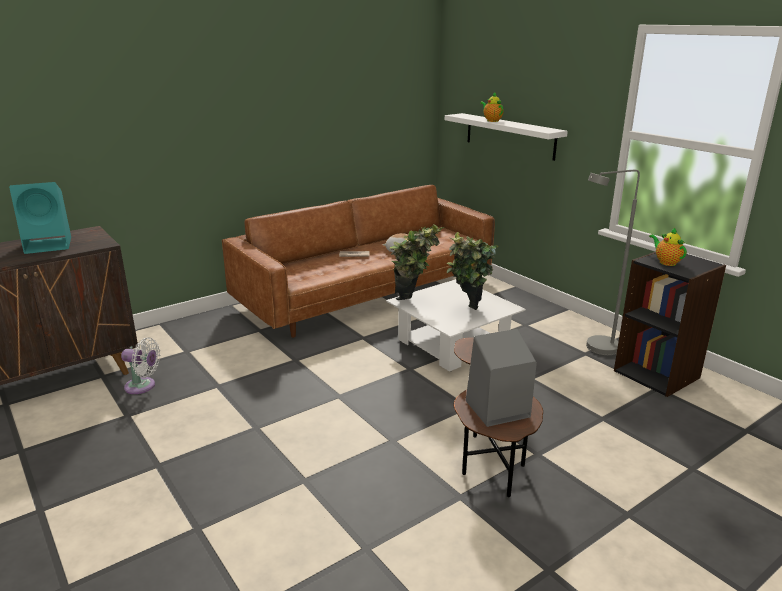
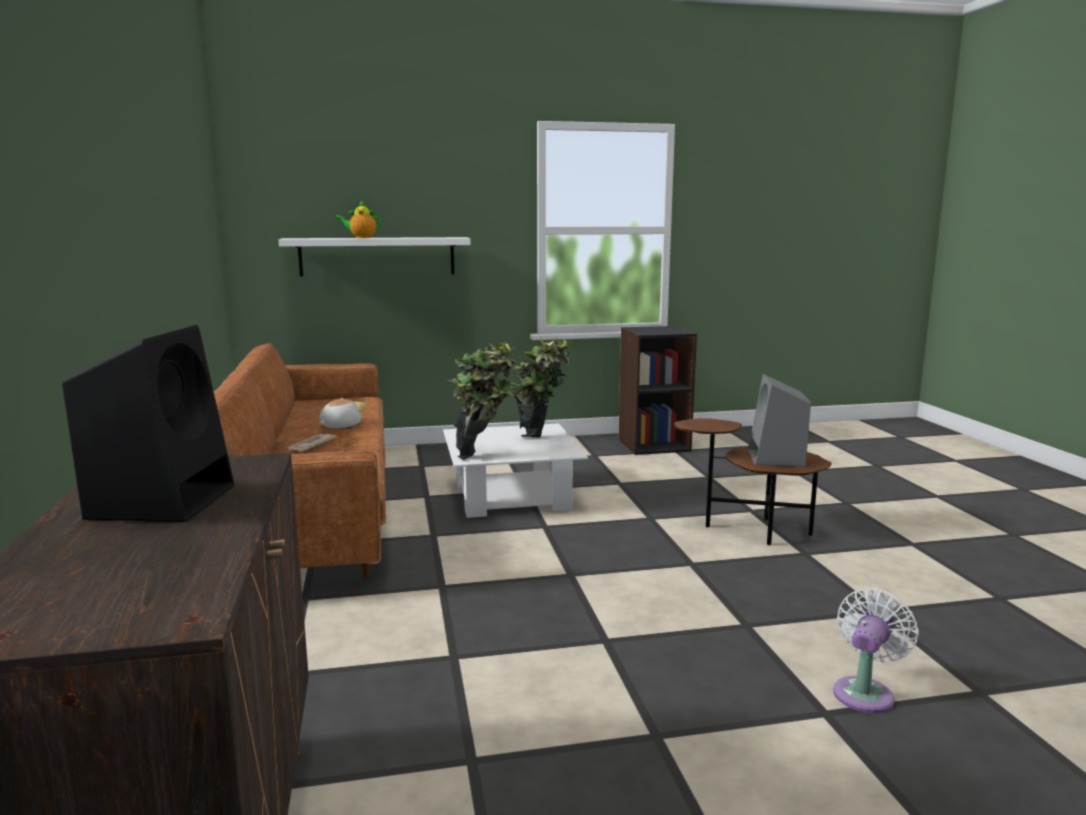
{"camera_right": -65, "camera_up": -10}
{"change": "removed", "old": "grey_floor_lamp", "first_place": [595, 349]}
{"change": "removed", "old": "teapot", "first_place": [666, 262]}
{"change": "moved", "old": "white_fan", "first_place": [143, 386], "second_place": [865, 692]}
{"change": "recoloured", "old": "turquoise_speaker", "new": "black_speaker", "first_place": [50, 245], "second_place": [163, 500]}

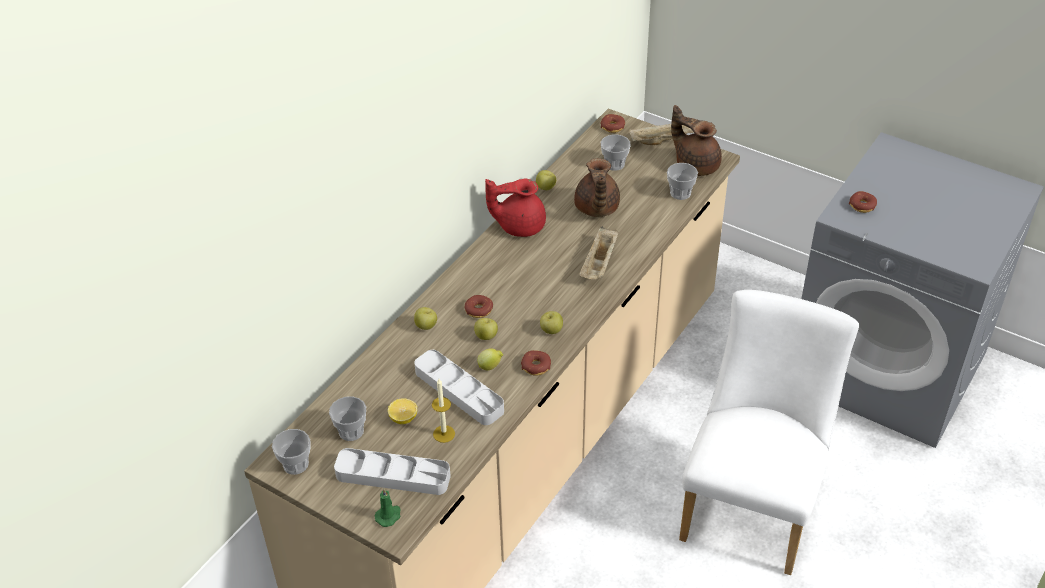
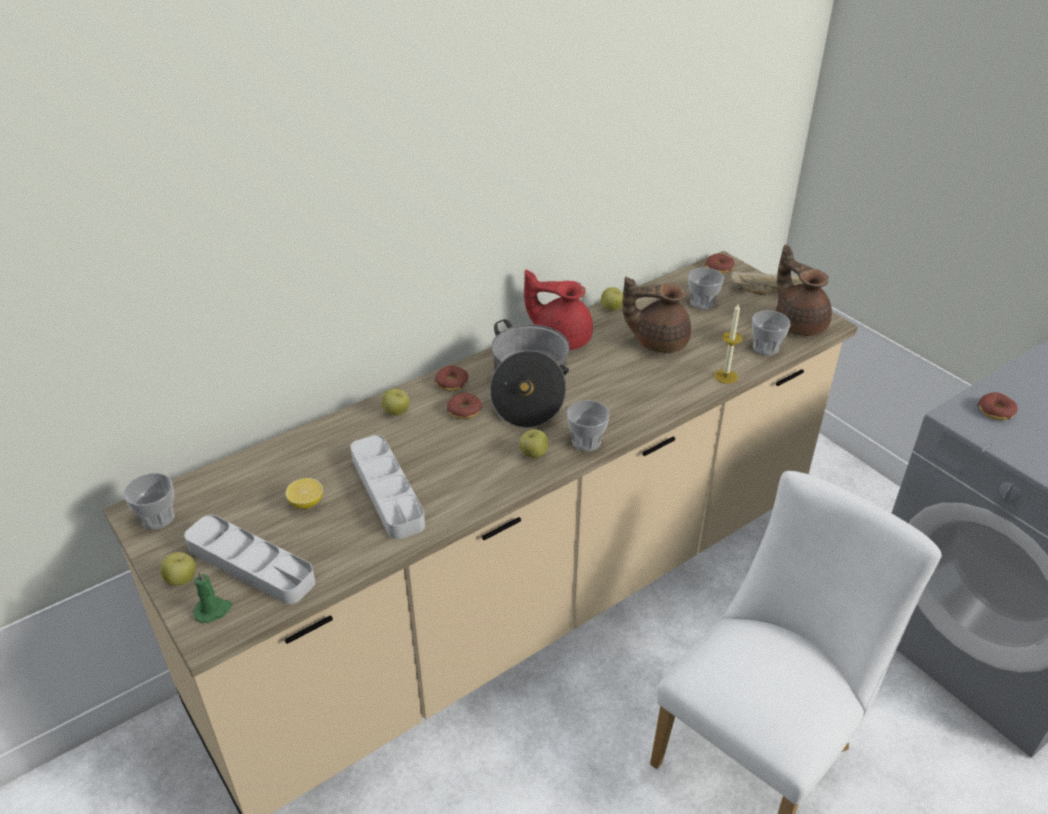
{"camera_right": 20, "camera_up": -5}
{"change": "removed", "old": "lemon", "first_place": [490, 366]}
{"change": "removed", "old": "beige_tray", "first_place": [599, 264]}
{"change": "added", "new": "cooking_pot", "second_place": [528, 390]}
{"change": "moved", "old": "cup", "first_place": [351, 431], "second_place": [586, 442]}
{"change": "moved", "old": "candle", "first_place": [444, 434], "second_place": [725, 376]}
{"change": "moved", "old": "apple", "first_place": [486, 336], "second_place": [182, 579]}
{"change": "moved", "old": "donut", "first_place": [536, 366], "second_place": [452, 383]}
{"change": "turned", "old": "brown_teapot", "first_place": [596, 209], "second_place": [657, 341], "degrees": 75}

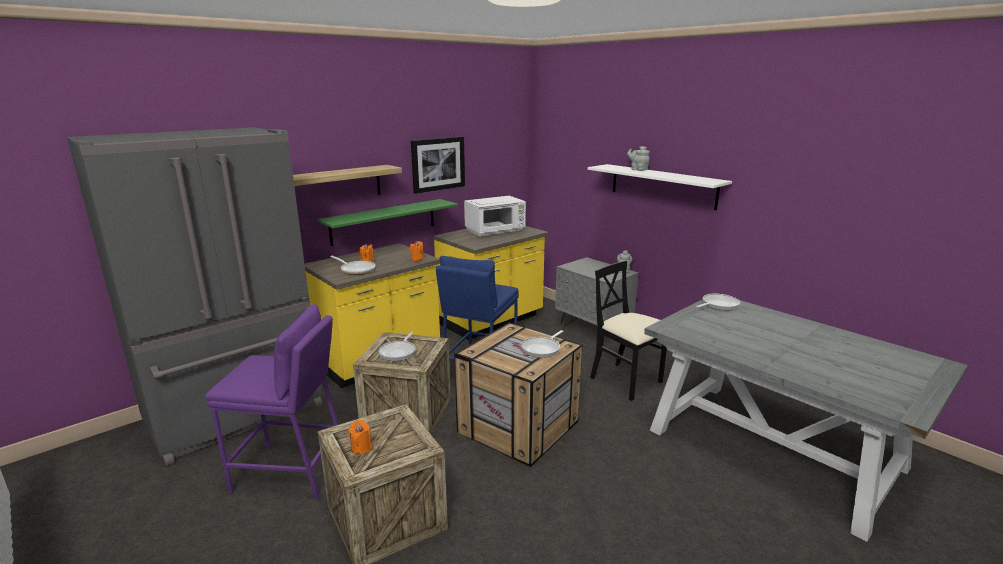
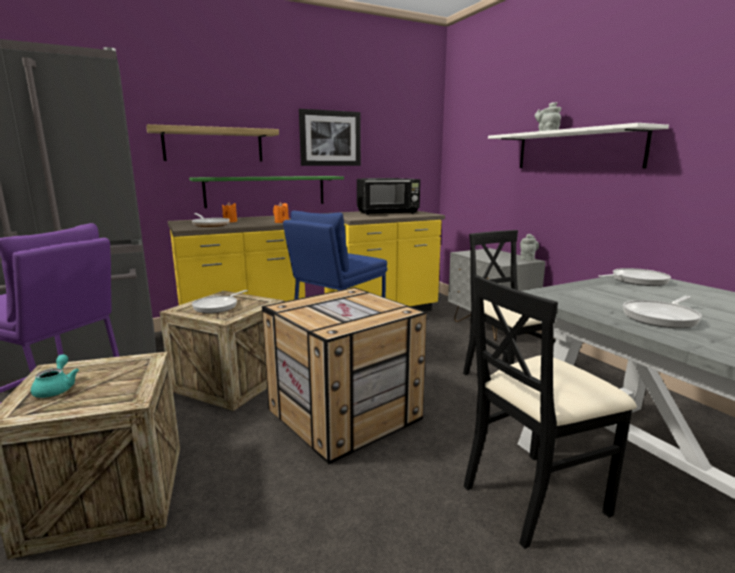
{"camera_right": 15, "camera_up": -5}
{"change": "added", "new": "black_chair", "second_place": [534, 496]}
{"change": "moved", "old": "frying_pan", "first_place": [542, 349], "second_place": [662, 317]}
{"change": "replaced", "old": "orange_candle", "new": "turquoise_teapot", "first_place": [361, 448], "second_place": [57, 388]}
{"change": "recoloured", "old": "white_microwave", "new": "black_microwave", "first_place": [495, 231], "second_place": [388, 213]}

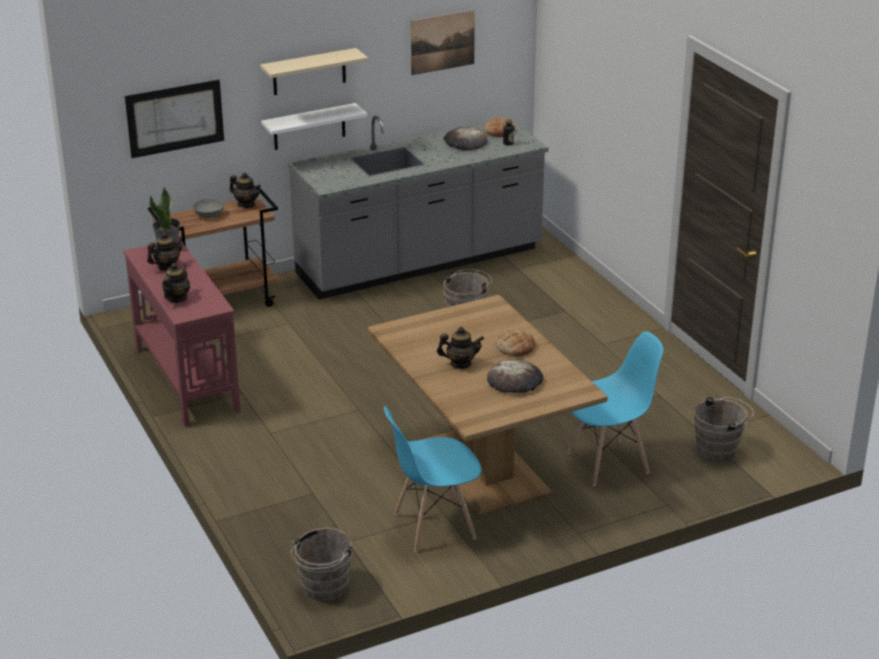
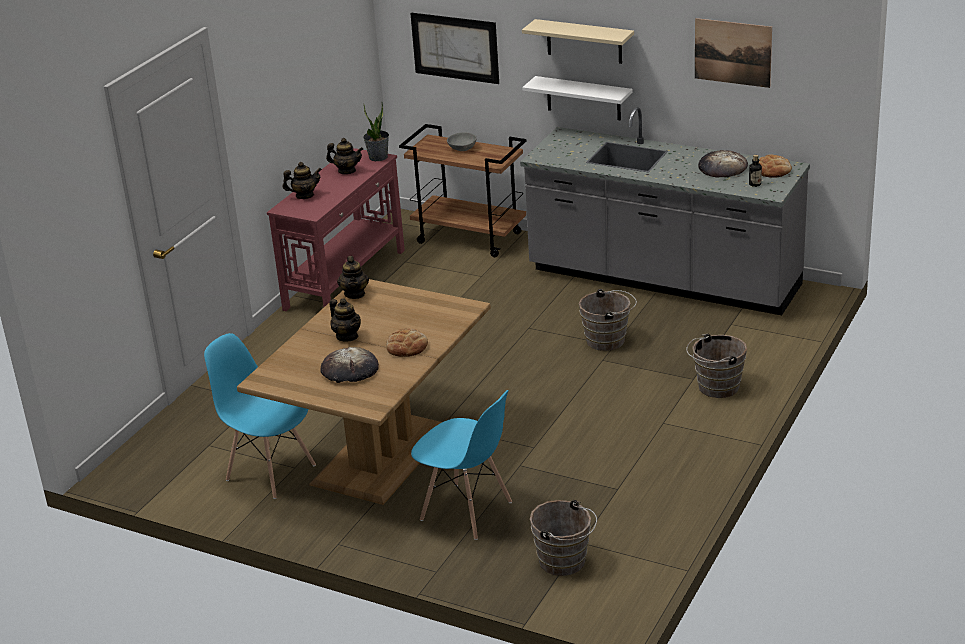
{"camera_right": 55, "camera_up": 0}
{"change": "moved", "old": "teapot", "first_place": [246, 204], "second_place": [355, 294]}
{"change": "moved", "old": "brown_bucket", "first_place": [323, 589], "second_place": [715, 387]}

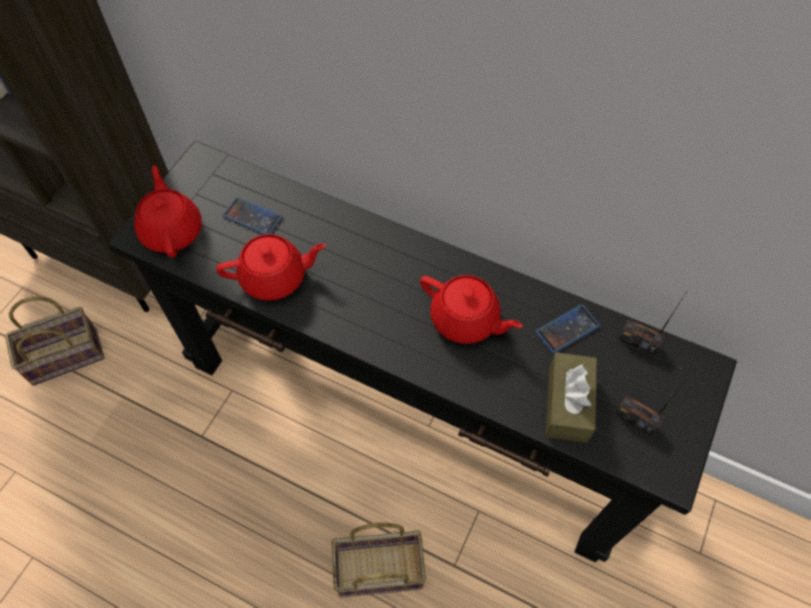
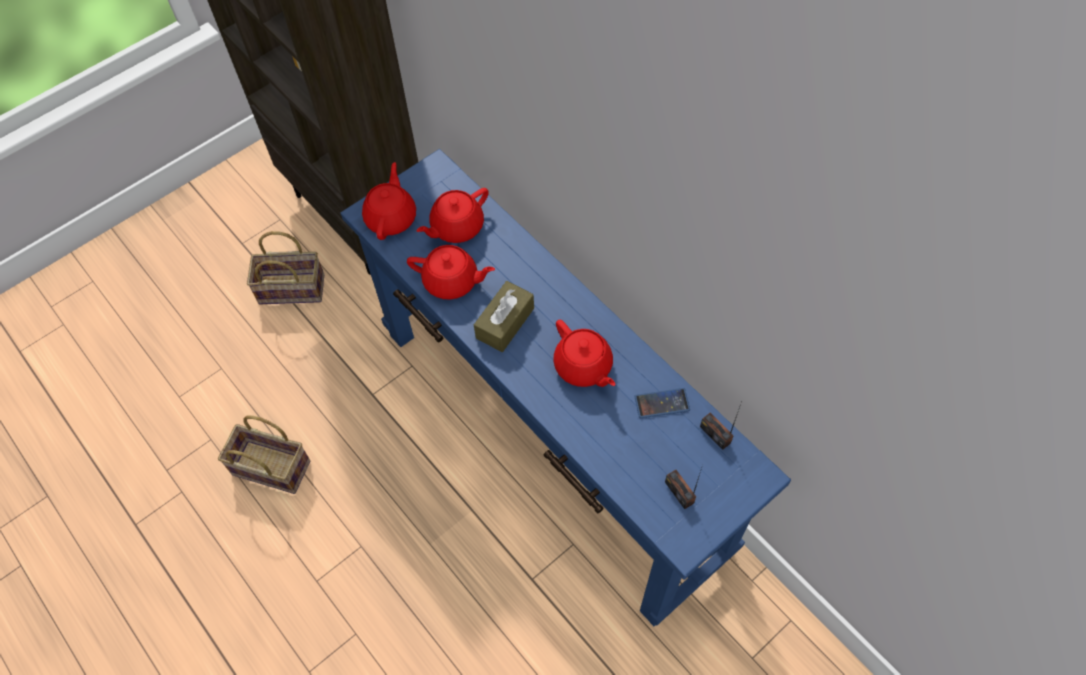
{"camera_right": 25, "camera_up": 0}
{"change": "moved", "old": "basket", "first_place": [377, 572], "second_place": [269, 469]}
{"change": "moved", "old": "brown_tissue_box", "first_place": [568, 403], "second_place": [505, 323]}
{"change": "replaced", "old": "phone", "new": "red_teapot", "first_place": [252, 217], "second_place": [456, 227]}
{"change": "recoloured", "old": "black_console_table", "new": "blue_console_table", "first_place": [407, 410], "second_place": [550, 437]}

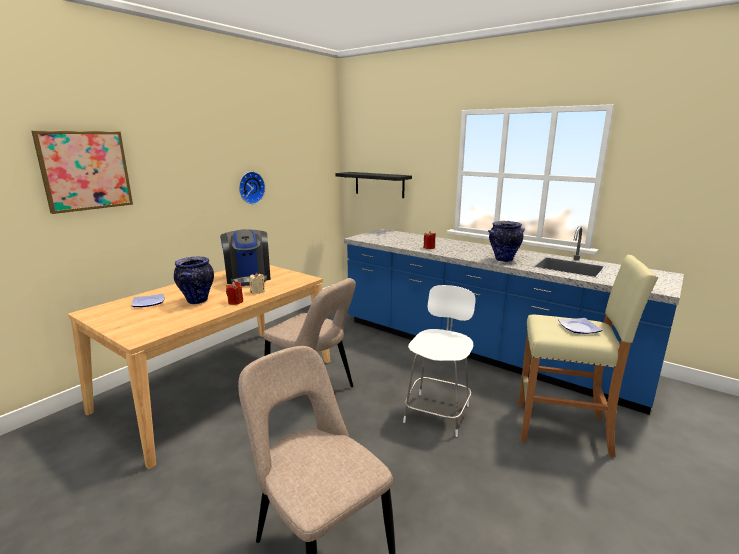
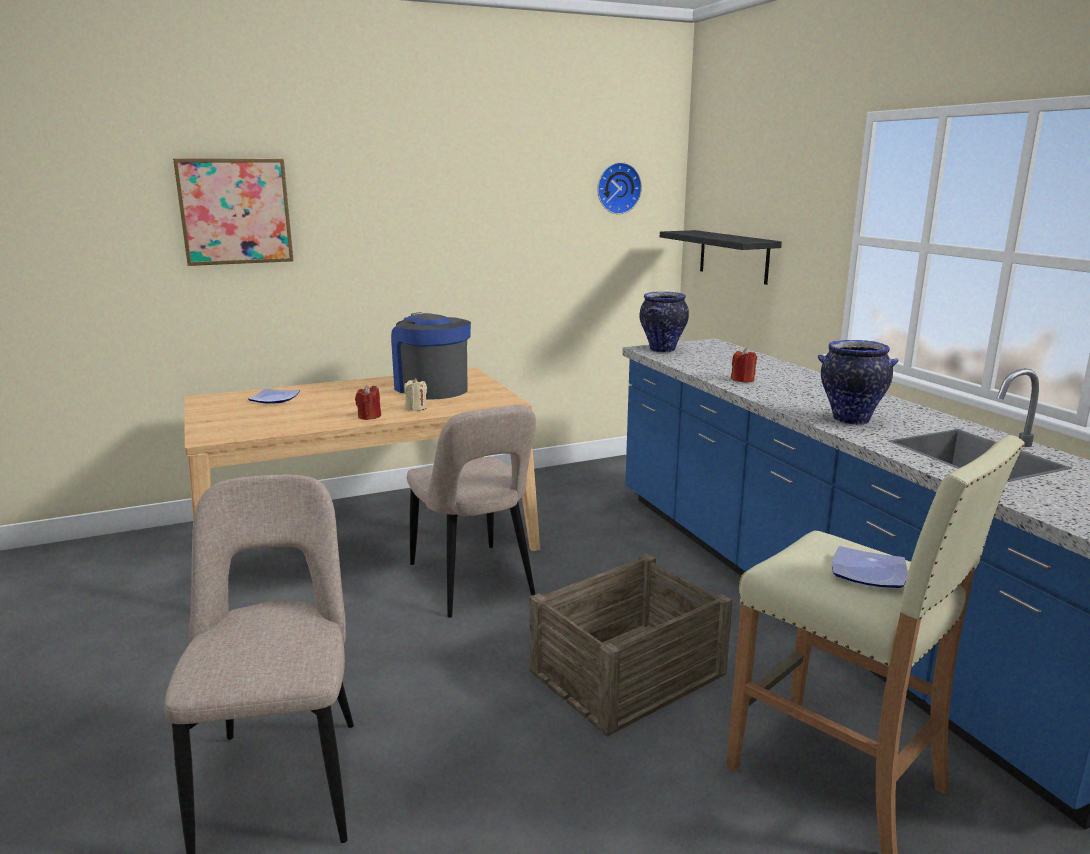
{"camera_right": 30, "camera_up": 0}
{"change": "moved", "old": "vase", "first_place": [197, 301], "second_place": [662, 350]}
{"change": "moved", "old": "wall_clock", "first_place": [250, 187], "second_place": [617, 188]}
{"change": "replaced", "old": "white_stool", "new": "crate", "first_place": [437, 412], "second_place": [629, 673]}
{"change": "turned", "old": "coffee_machine", "first_place": [248, 278], "second_place": [431, 388], "degrees": 135}

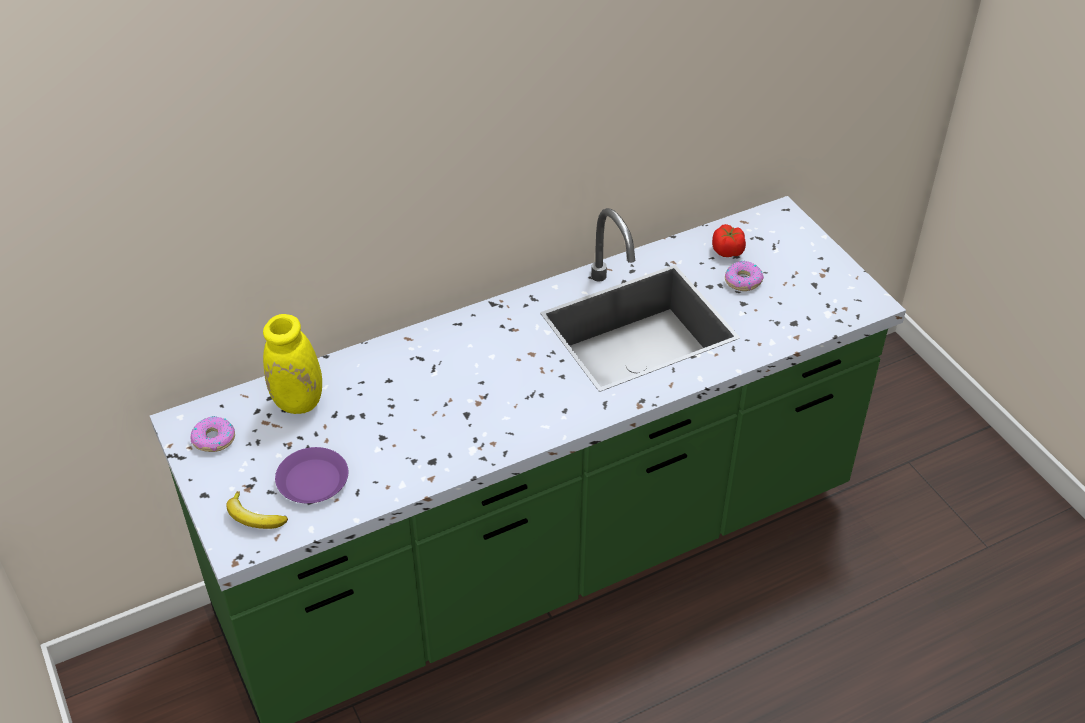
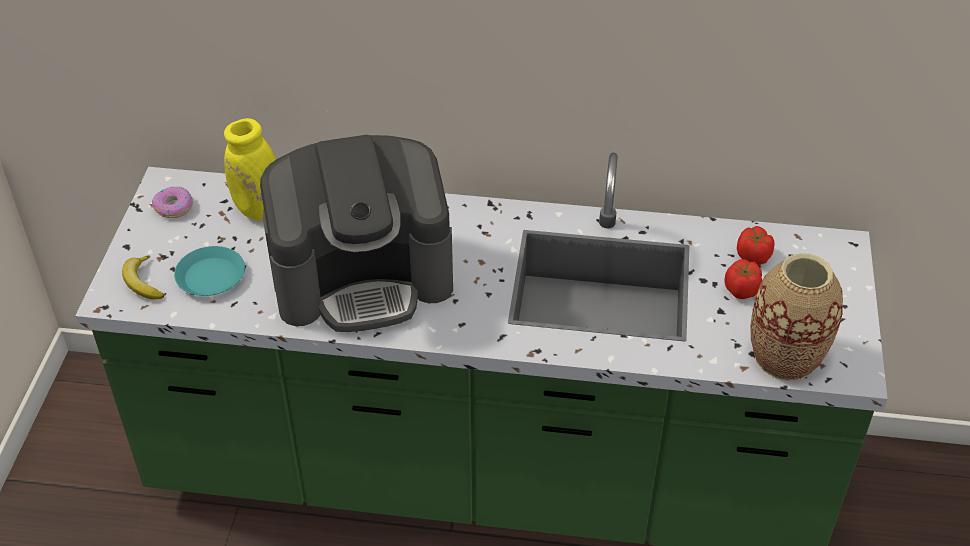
{"camera_right": 35, "camera_up": 0}
{"change": "added", "new": "coffee_machine", "second_place": [362, 276]}
{"change": "added", "new": "vase", "second_place": [785, 357]}
{"change": "replaced", "old": "donut", "new": "tomato", "first_place": [743, 280], "second_place": [741, 290]}
{"change": "recoloured", "old": "purple_plate", "new": "turquoise_plate", "first_place": [312, 481], "second_place": [210, 277]}

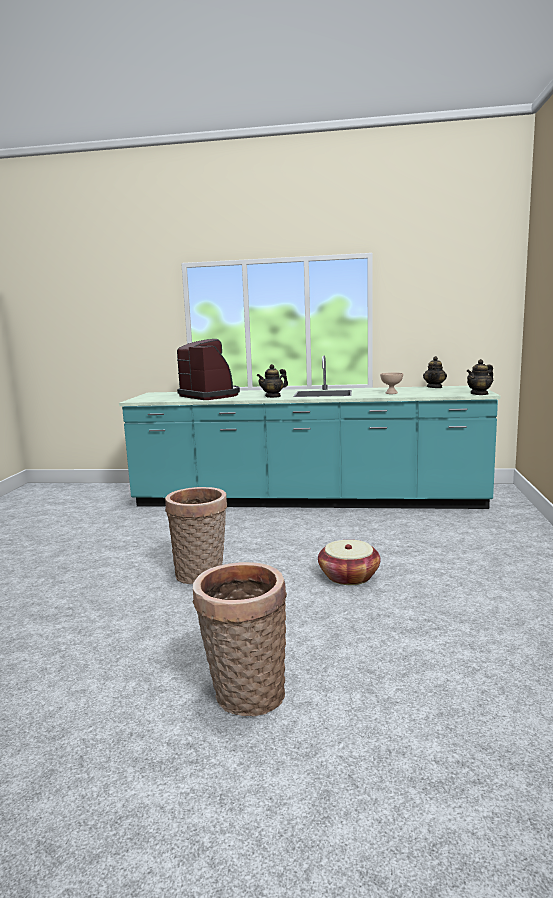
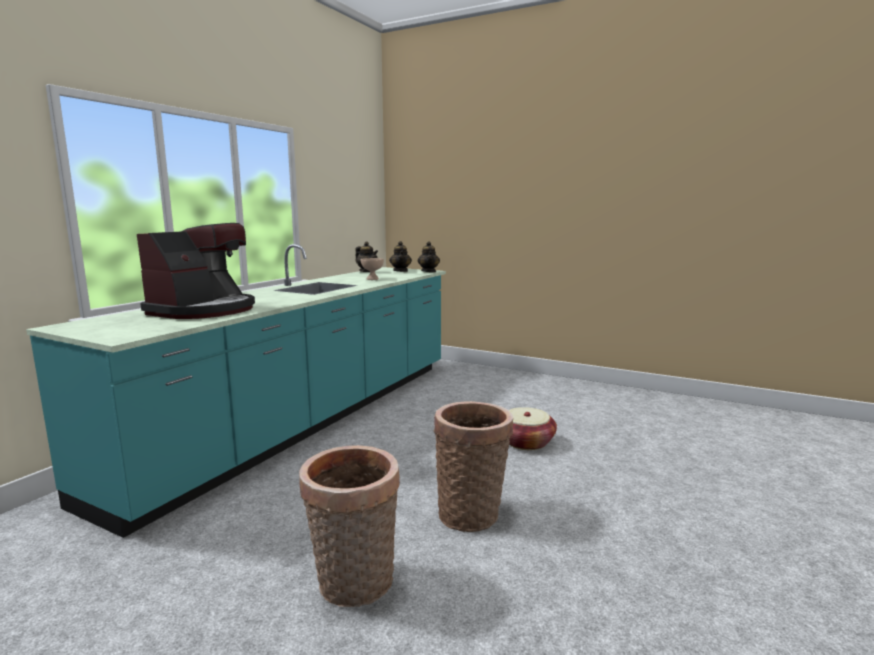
{"camera_right": -70, "camera_up": 0}
{"change": "moved", "old": "basket", "first_place": [245, 695], "second_place": [354, 586]}
{"change": "moved", "old": "teapot", "first_place": [273, 396], "second_place": [400, 271]}
{"change": "turned", "old": "coffee_machine", "first_place": [210, 396], "second_place": [204, 310], "degrees": 135}

